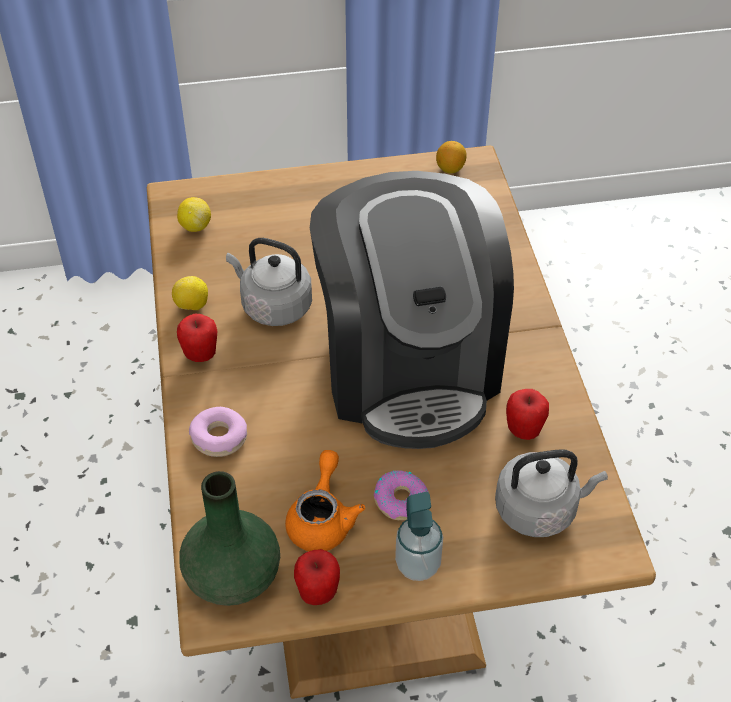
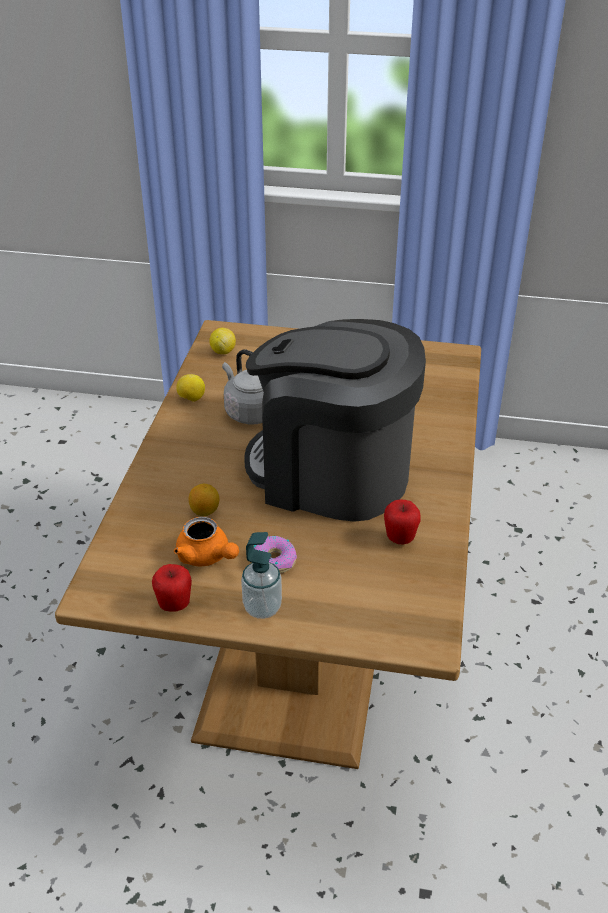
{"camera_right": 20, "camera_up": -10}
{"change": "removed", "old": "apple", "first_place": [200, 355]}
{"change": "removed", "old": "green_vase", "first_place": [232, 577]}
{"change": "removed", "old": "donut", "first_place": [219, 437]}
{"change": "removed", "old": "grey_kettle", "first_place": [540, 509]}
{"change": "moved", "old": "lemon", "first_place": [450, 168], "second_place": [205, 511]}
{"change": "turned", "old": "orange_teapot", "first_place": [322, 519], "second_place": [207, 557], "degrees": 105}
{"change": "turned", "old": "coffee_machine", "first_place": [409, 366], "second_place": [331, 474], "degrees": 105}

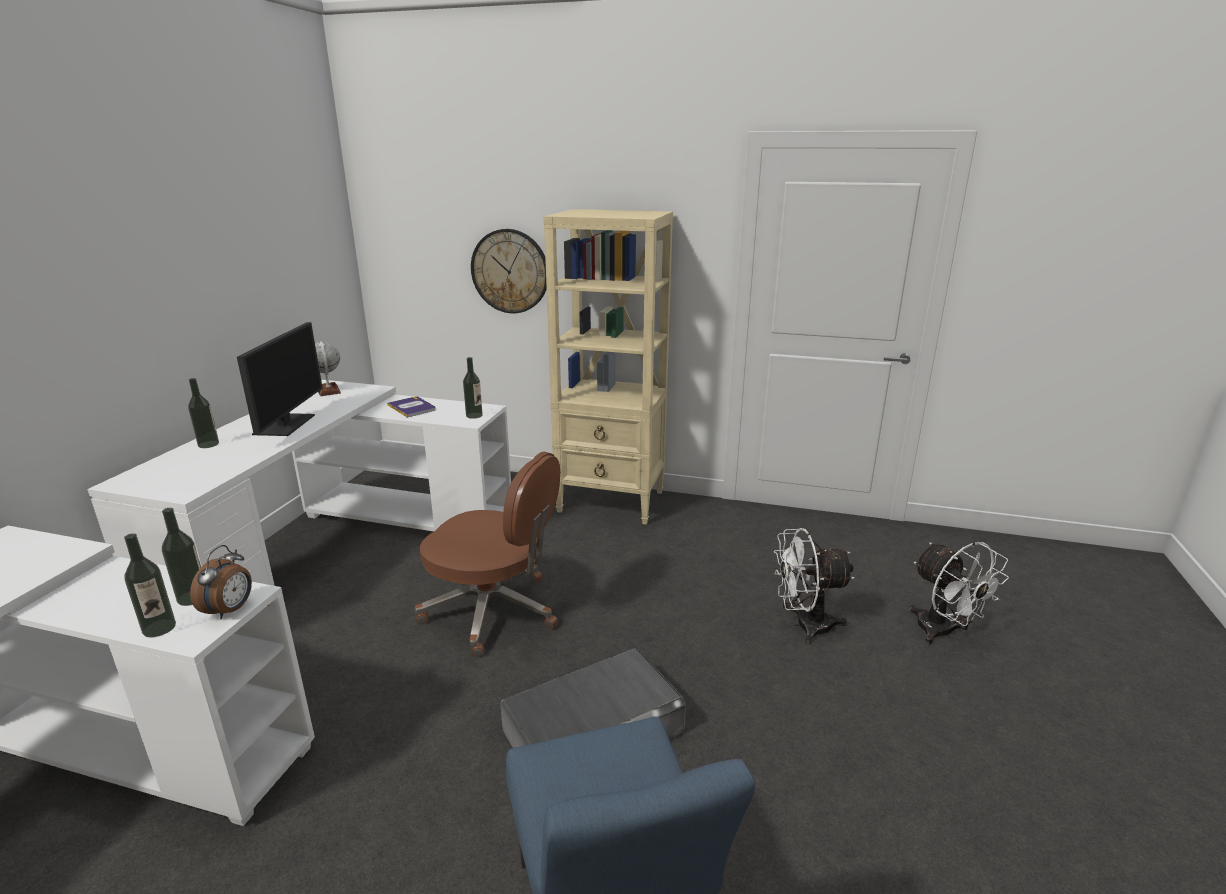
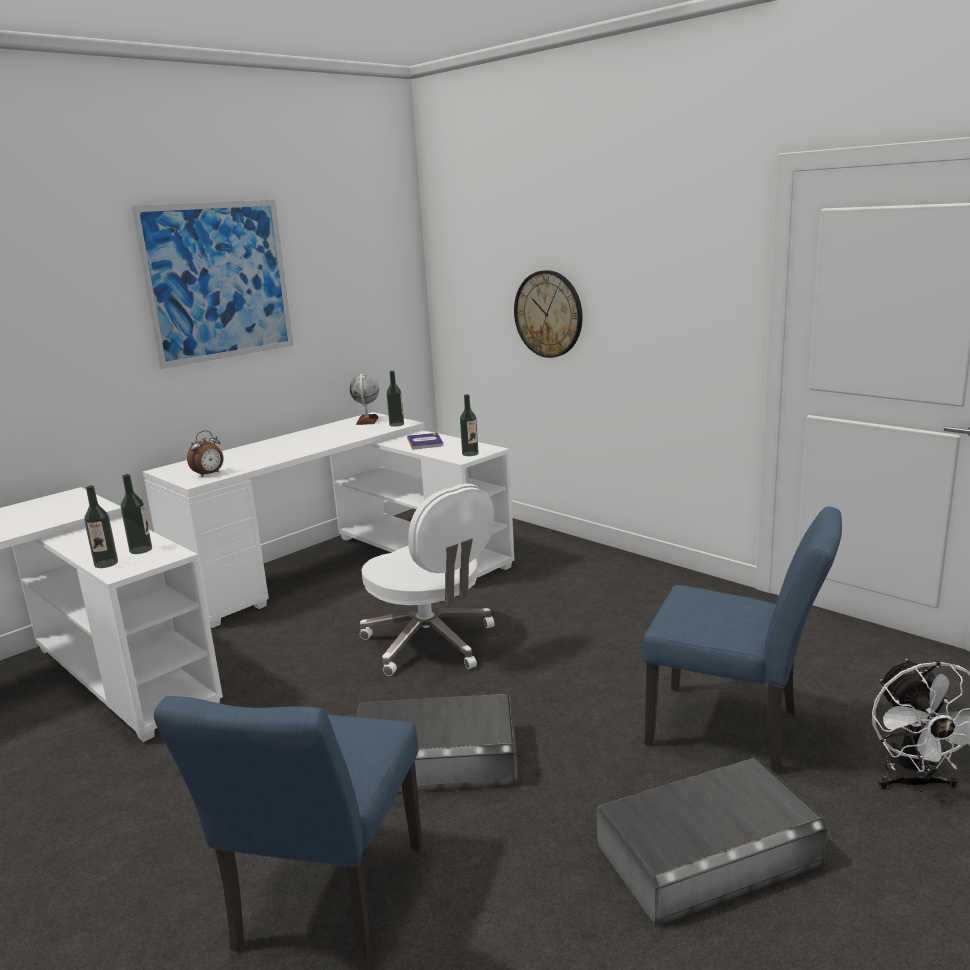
{"camera_right": 30, "camera_up": -5}
{"change": "removed", "old": "monitor", "first_place": [285, 424]}
{"change": "removed", "old": "beige_bookcase", "first_place": [612, 502]}
{"change": "added", "new": "picture", "second_place": [218, 281]}
{"change": "added", "new": "grey_storage_box", "second_place": [708, 854]}
{"change": "moved", "old": "bottle", "first_place": [208, 444], "second_place": [396, 424]}
{"change": "moved", "old": "alarm_clock", "first_place": [230, 610], "second_place": [209, 474]}
{"change": "replaced", "old": "white_fan", "new": "blue_chair", "first_place": [804, 625], "second_place": [735, 730]}
{"change": "recoloured", "old": "brown_office_chair", "new": "white_office_chair", "first_place": [494, 611], "second_place": [431, 643]}

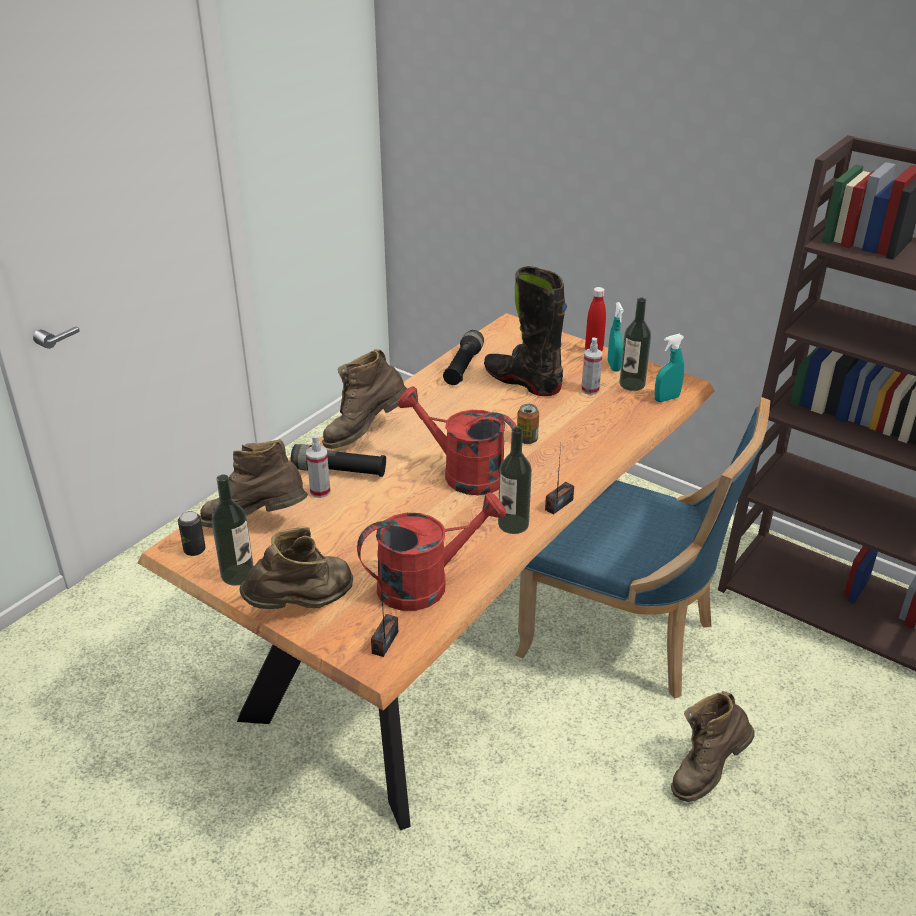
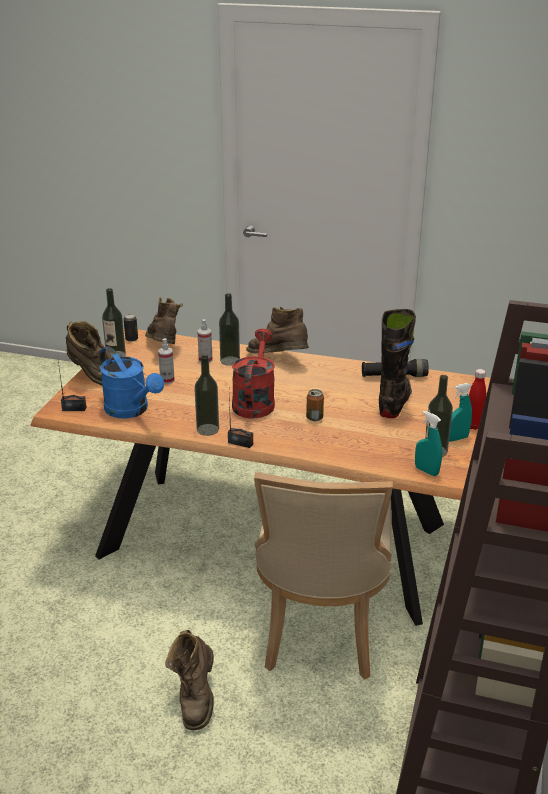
{"camera_right": 70, "camera_up": -5}
{"change": "moved", "old": "spray_bottle", "first_place": [590, 390], "second_place": [167, 380]}
{"change": "replaced", "old": "black_flashlight", "new": "bottle", "first_place": [339, 471], "second_place": [230, 361]}
{"change": "recoloured", "old": "red_watering_can", "new": "blue_watering_can", "first_place": [425, 583], "second_place": [131, 410]}
{"change": "recoloured", "old": "blue_chair", "new": "beige_chair", "first_place": [625, 637], "second_place": [321, 627]}
{"change": "turned", "old": "brown_boot", "first_place": [706, 771], "second_place": [196, 698], "degrees": -120}

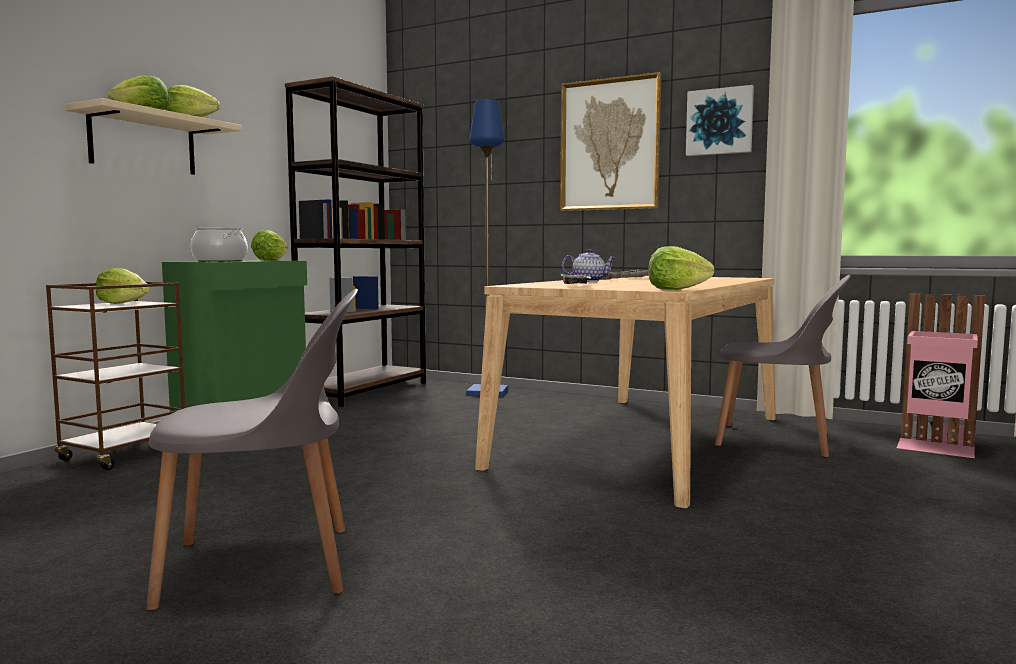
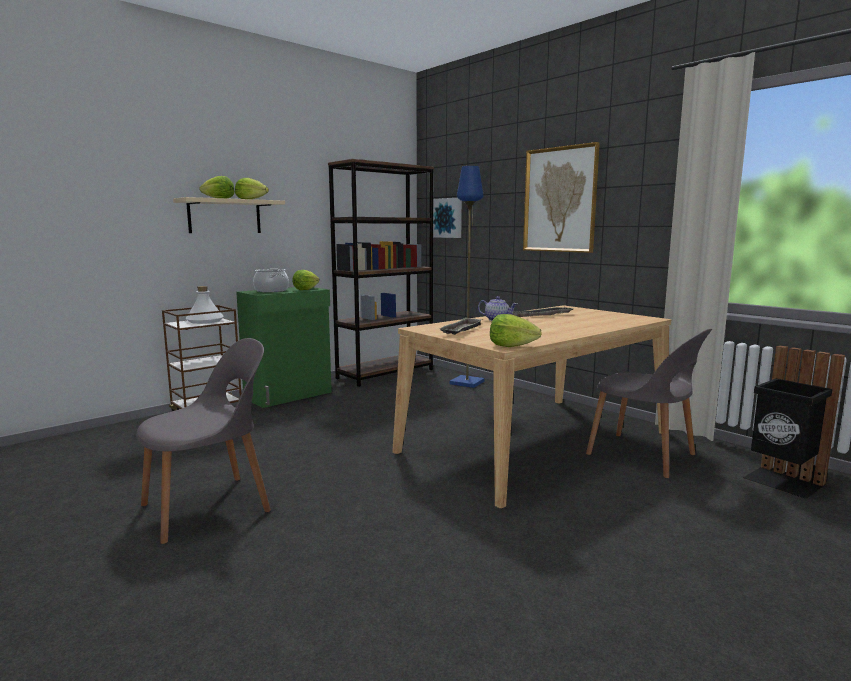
{"camera_right": 20, "camera_up": 5}
{"change": "moved", "old": "picture", "first_place": [719, 122], "second_place": [447, 218]}
{"change": "replaced", "old": "lettuce", "new": "white_bottle", "first_place": [123, 303], "second_place": [205, 321]}
{"change": "recoloured", "old": "pink_trash_can", "new": "black_trash_can", "first_place": [936, 447], "second_place": [782, 482]}
{"change": "turned", "old": "grey_chair", "first_place": [265, 566], "second_place": [210, 507], "degrees": -45}

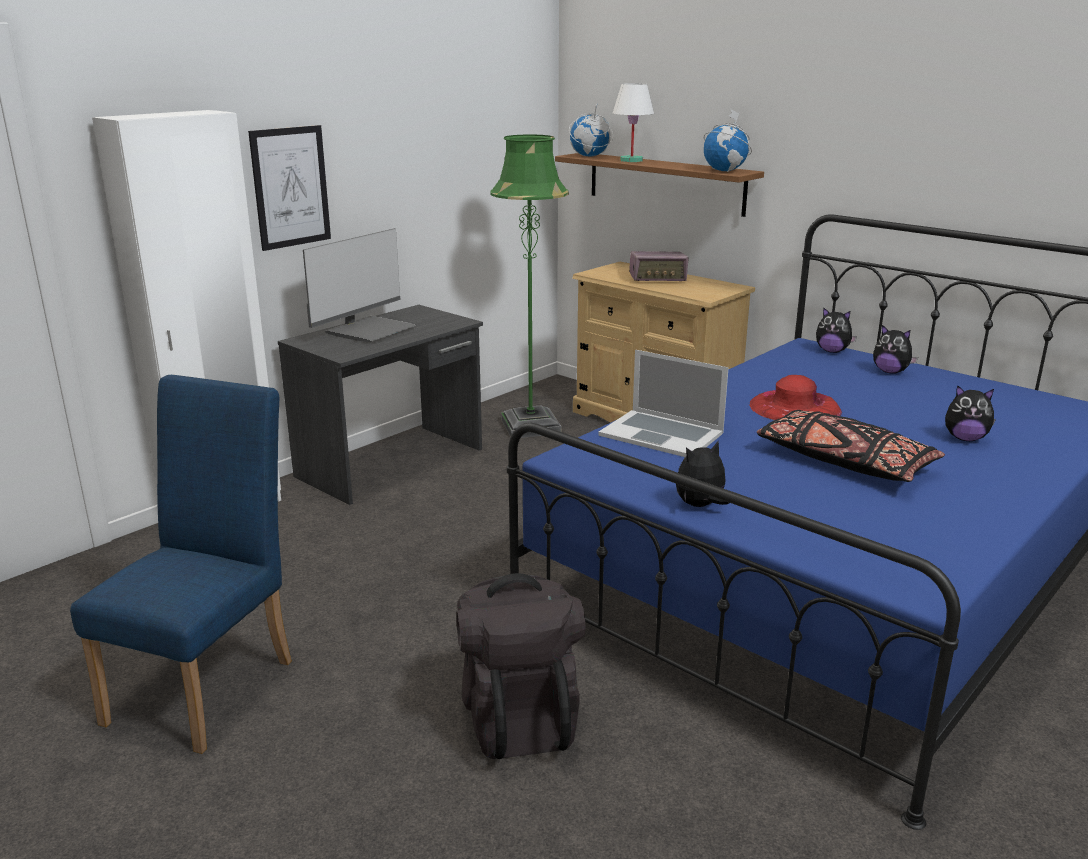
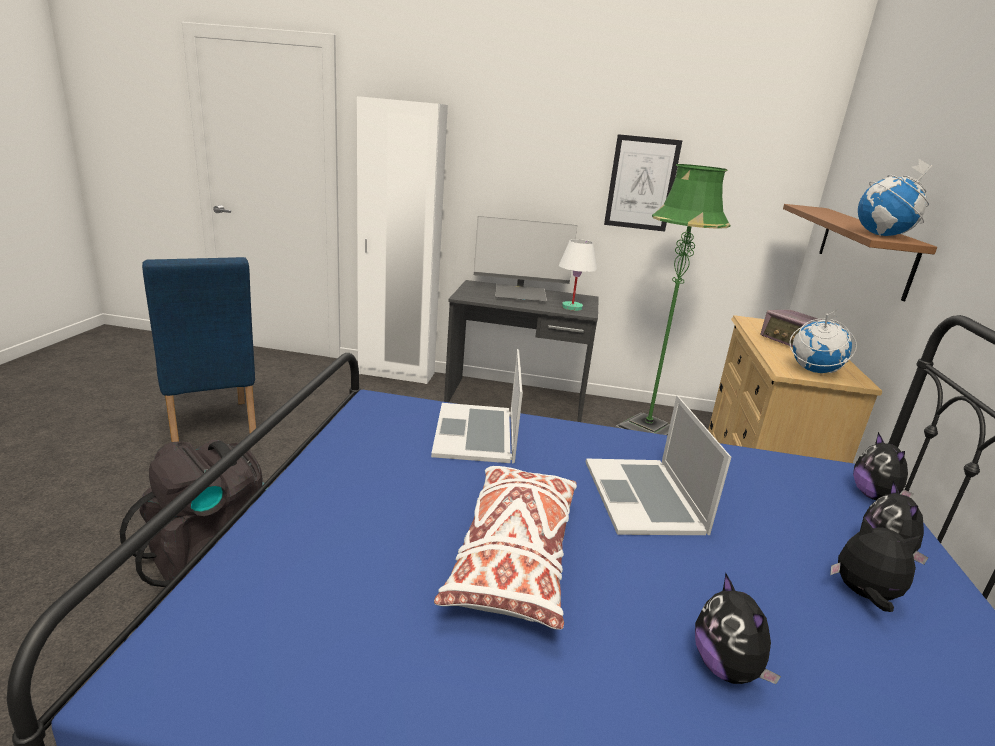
{"camera_right": 55, "camera_up": 0}
{"change": "moved", "old": "picture", "first_place": [290, 187], "second_place": [641, 183]}
{"change": "moved", "old": "globe", "first_place": [589, 156], "second_place": [813, 371]}
{"change": "moved", "old": "white_table_lamp", "first_place": [631, 160], "second_place": [571, 307]}
{"change": "moved", "old": "plush_toy", "first_place": [701, 506], "second_place": [864, 596]}
{"change": "replaced", "old": "red_hat", "new": "laptop", "first_place": [795, 407], "second_place": [644, 496]}
{"change": "recoloured", "old": "black_pillow", "new": "white_pillow", "first_place": [844, 462], "second_place": [514, 555]}
{"change": "turned", "old": "blue_chair", "first_place": [210, 683], "second_place": [211, 430], "degrees": 75}

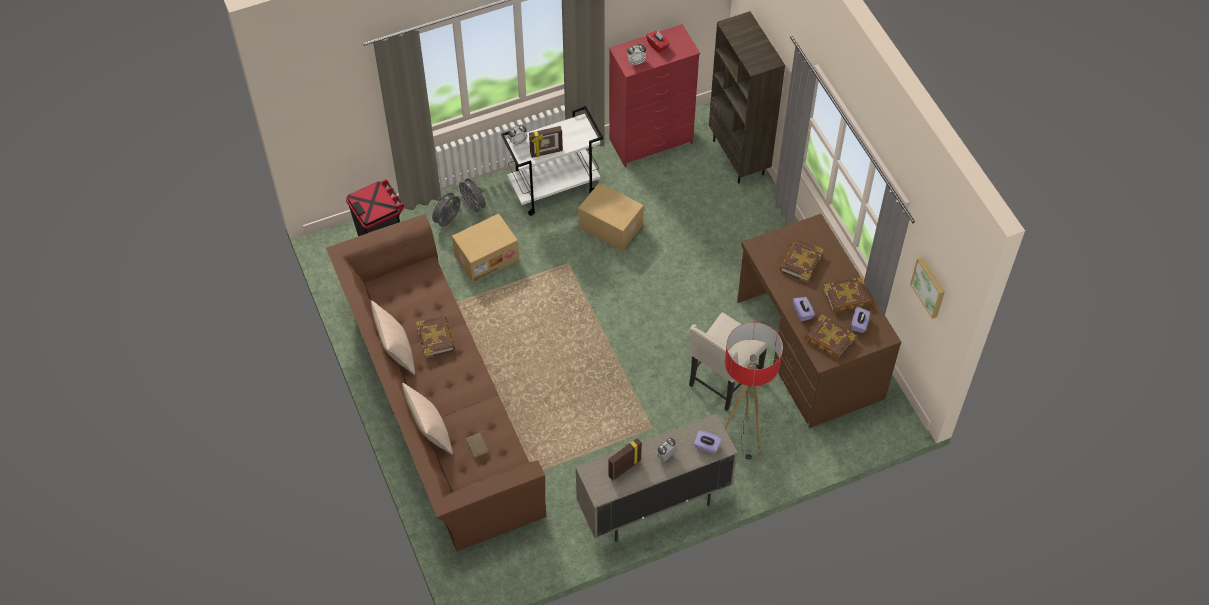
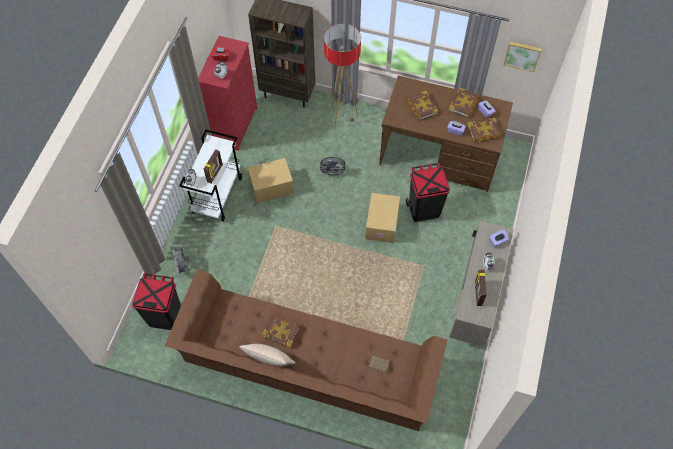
{"camera_right": -50, "camera_up": 5}
{"change": "removed", "old": "beige_pillow", "first_place": [430, 433]}
{"change": "moved", "old": "cardboard_box", "first_place": [486, 256], "second_place": [381, 223]}
{"change": "moved", "old": "grey_fan", "first_place": [473, 207], "second_place": [332, 173]}
{"change": "moved", "old": "floor_lamp", "first_place": [741, 443], "second_place": [341, 117]}
{"change": "replaced", "old": "beige_chair", "new": "black_trash_can", "first_place": [723, 381], "second_place": [423, 209]}

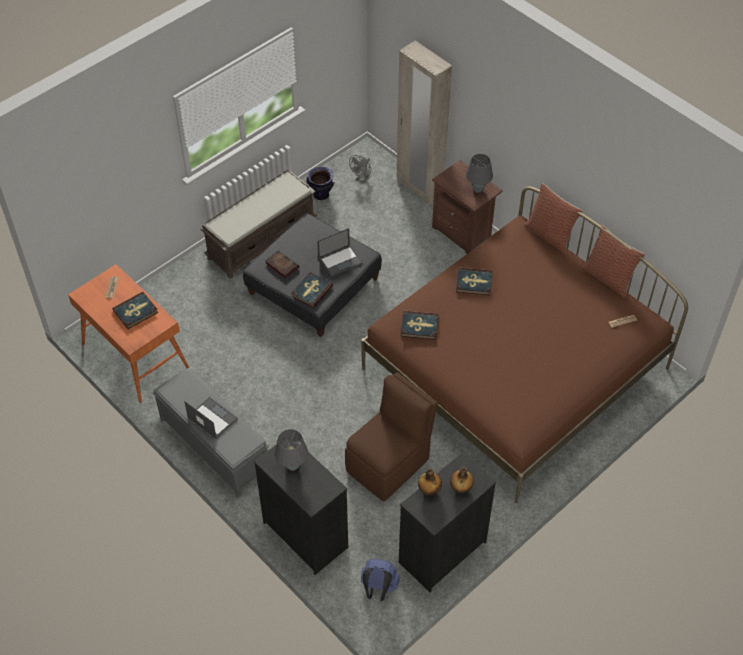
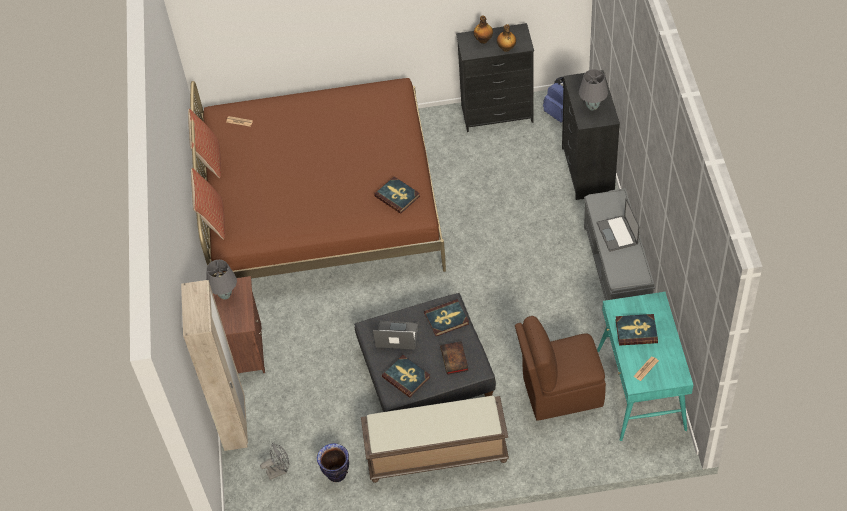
{"camera_right": -140, "camera_up": 0}
{"change": "moved", "old": "brown_chair", "first_place": [389, 464], "second_place": [560, 392]}
{"change": "moved", "old": "book", "first_place": [474, 283], "second_place": [406, 377]}
{"change": "recoloured", "old": "orange_desk", "new": "turquoise_desk", "first_place": [134, 356], "second_place": [641, 390]}

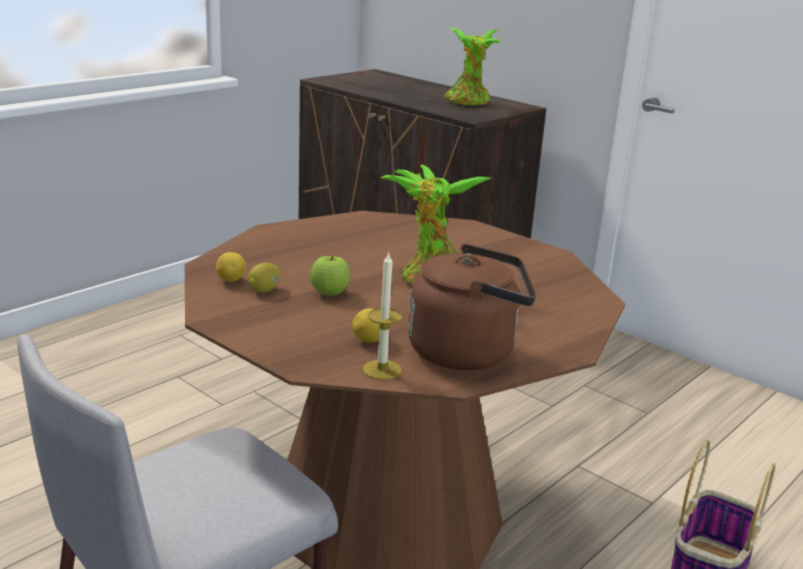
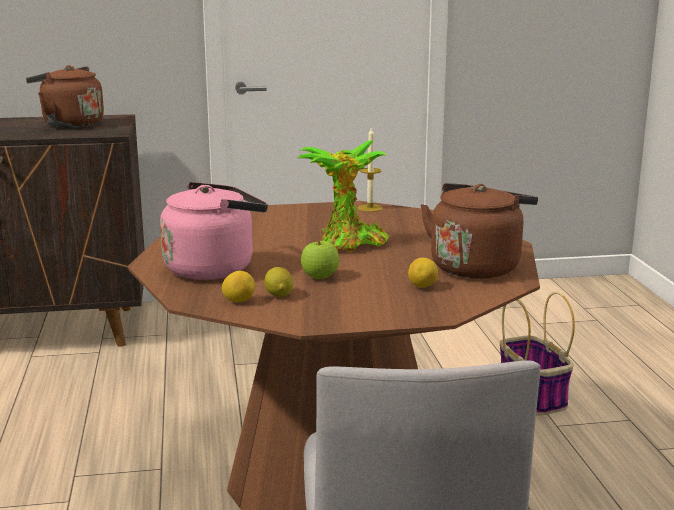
{"camera_right": -50, "camera_up": -5}
{"change": "added", "new": "pink_kettle", "second_place": [214, 268]}
{"change": "moved", "old": "candle", "first_place": [382, 370], "second_place": [370, 208]}
{"change": "replaced", "old": "potted_plant", "new": "brown_kettle", "first_place": [468, 102], "second_place": [69, 124]}

